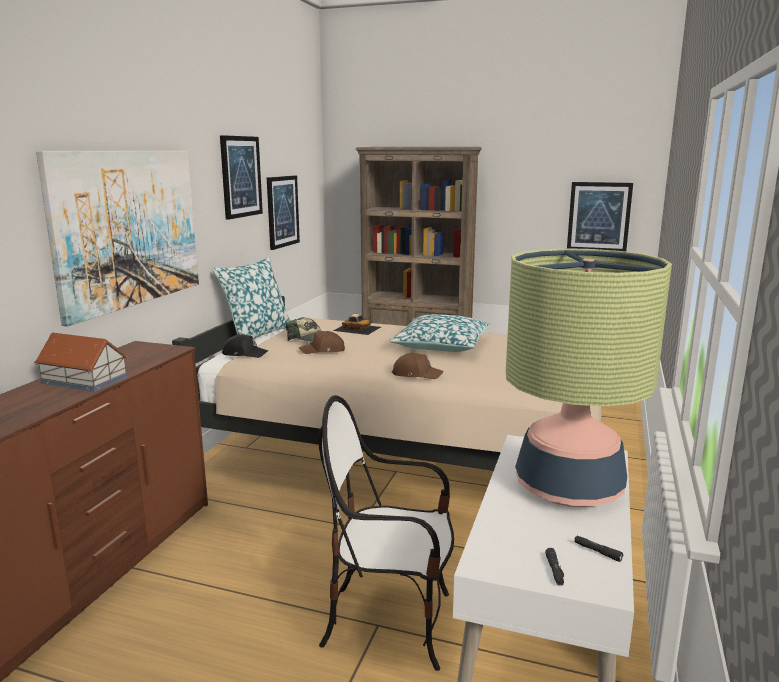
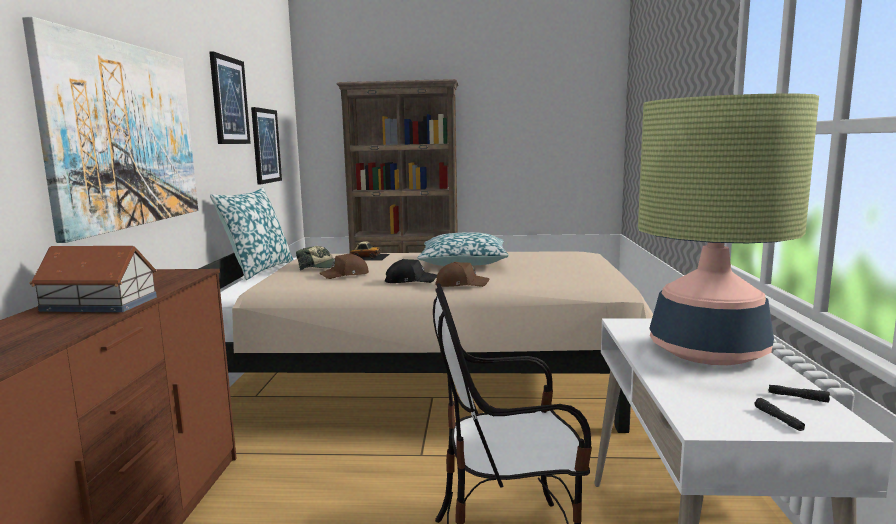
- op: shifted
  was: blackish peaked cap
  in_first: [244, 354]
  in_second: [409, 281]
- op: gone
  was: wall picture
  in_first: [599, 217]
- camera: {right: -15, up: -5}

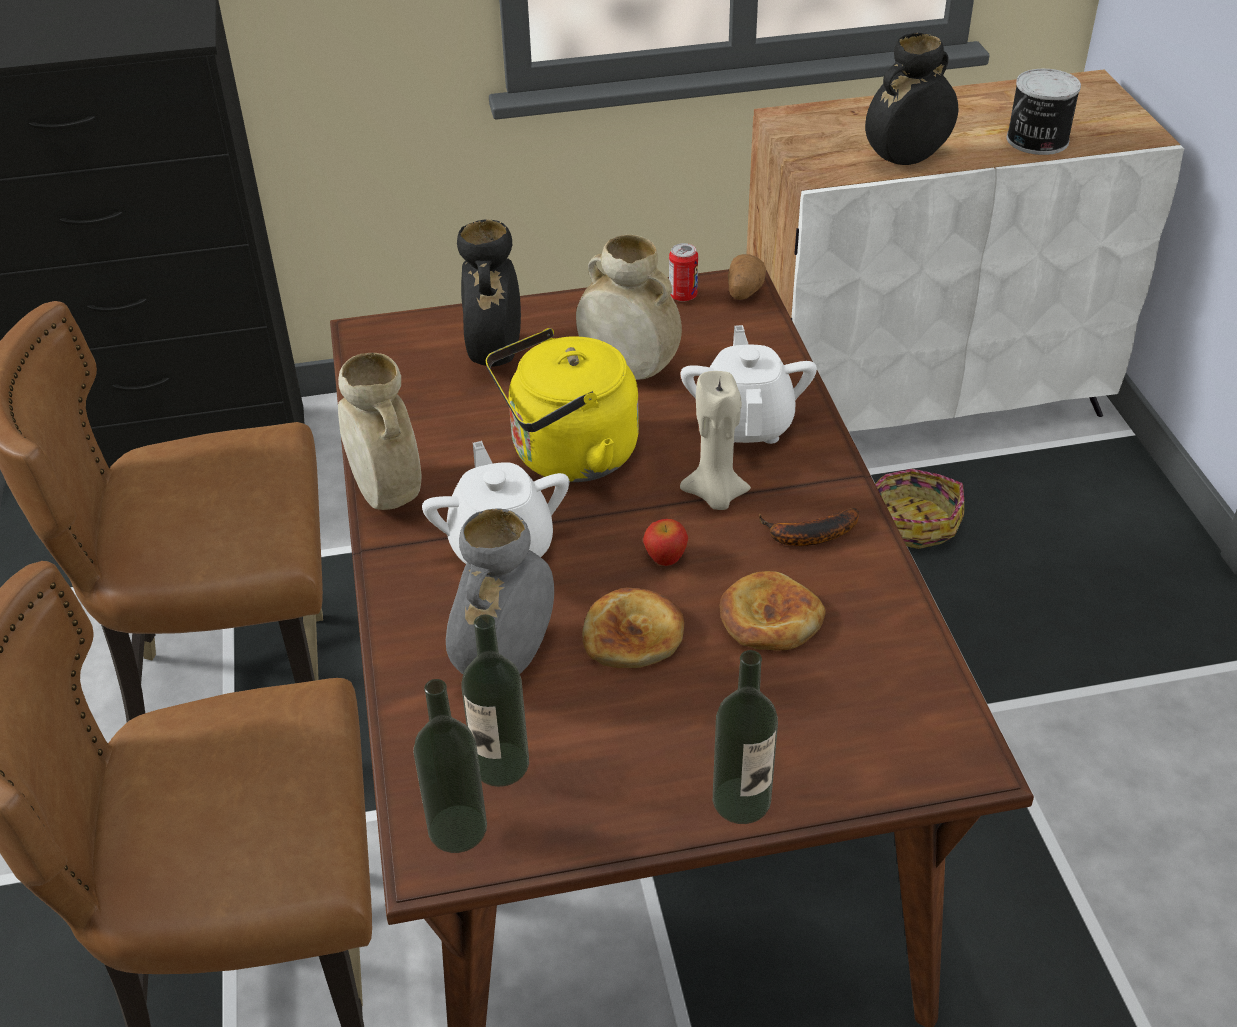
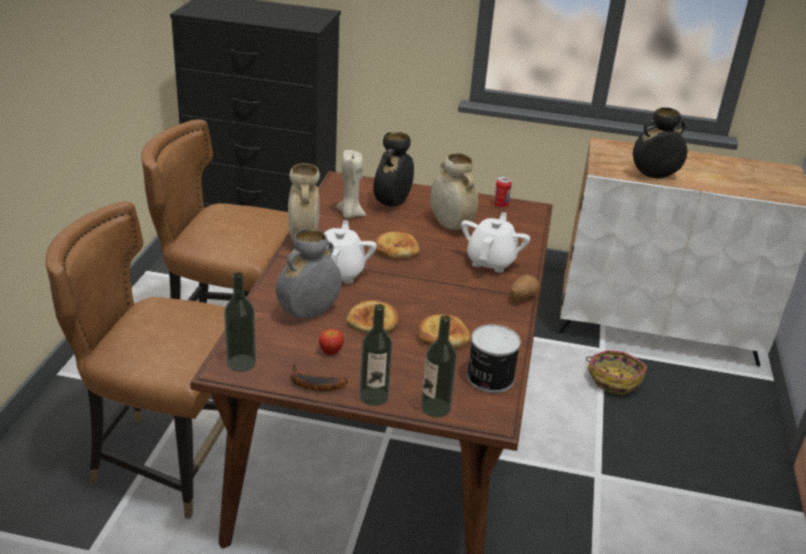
- op: shifted
  was: bottle
  in_first: [501, 764]
  in_second: [435, 407]
- op: swapped
  was: yellow tea kettle
  now: bread
  in_first: [567, 456]
  in_second: [396, 249]
- op: shifted
  was: whole apple
  in_first: [665, 557]
  in_second: [331, 351]
- op: shifted
  was: beige-coloured wax light
  in_first: [715, 496]
  in_second: [350, 214]
- op: shifted
  was: potato
  in_first: [744, 292]
  in_second: [522, 297]
- op: shifted
  was: banana
  in_first: [807, 536]
  in_second: [312, 385]
- op: shifted
  was: metal can
  in_first: [1036, 140]
  in_second: [489, 378]
- camera: {right: 20, up: -10}

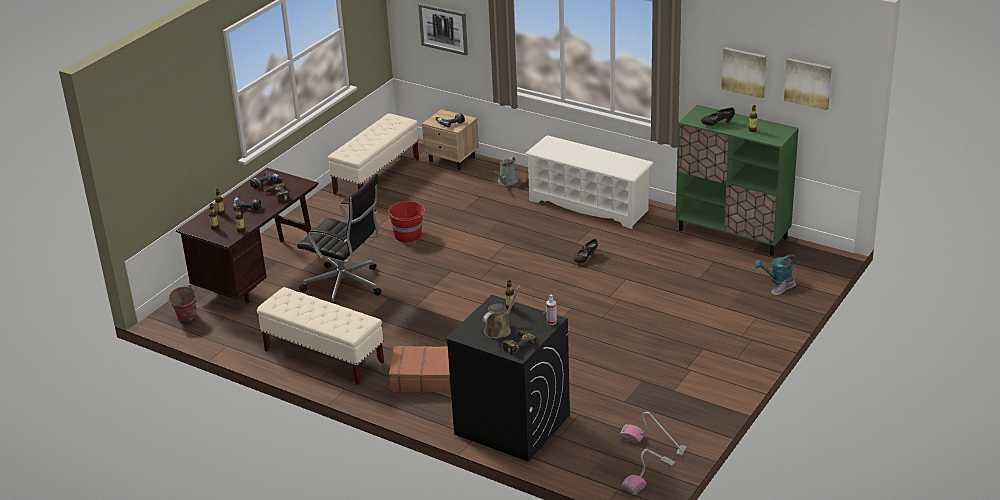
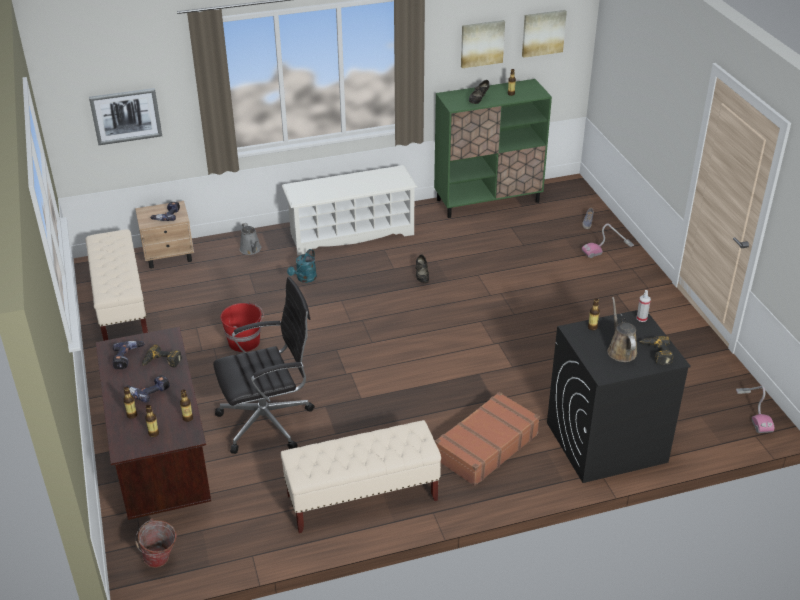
- op: shifted
  was: vacuum cleaner
  in_first: [652, 443]
  in_second: [607, 249]
- op: shifted
  was: turquoise watering can
  in_first: [777, 280]
  in_second: [304, 279]
- camera: {right: -50, up: 5}

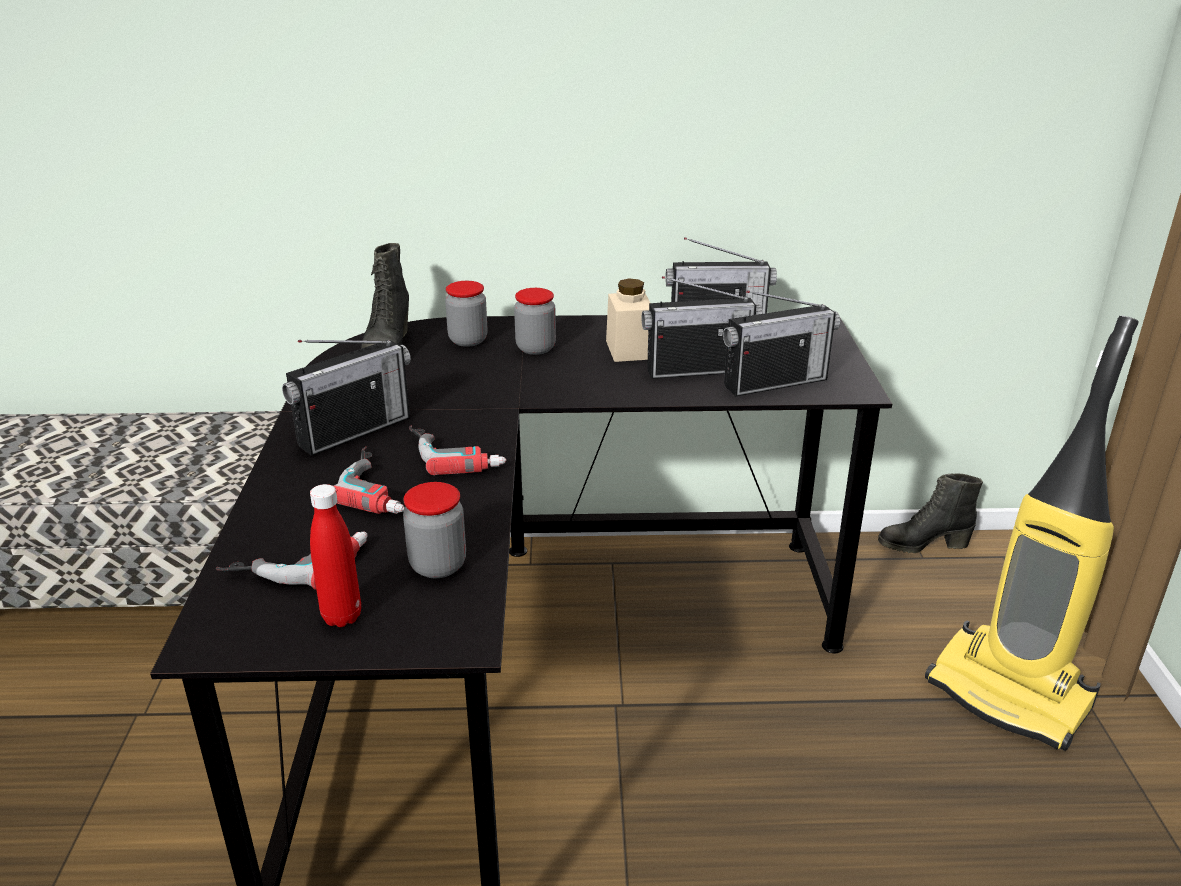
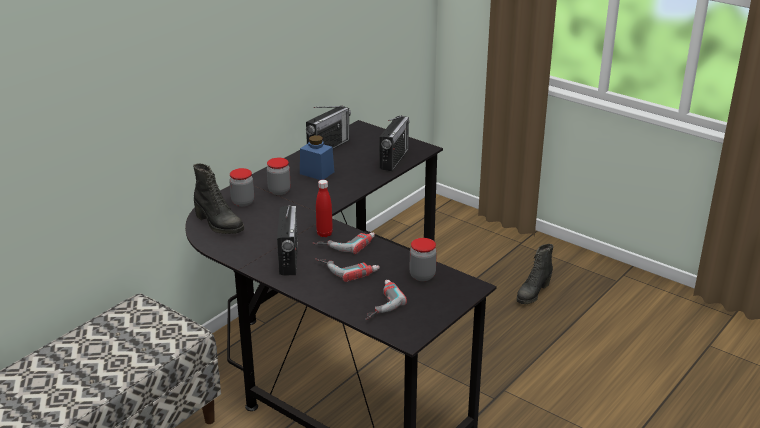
- op: shifted
  was: reddish bottle
  in_first: [342, 616]
  in_second: [324, 234]
- op: repainted
  was: beige-coloured jar
  now: bluish jar
  in_first: [629, 349]
  in_second: [317, 173]
- op: gone
  was: radio set
  in_first: [698, 370]
- op: shifted
  was: blackish boot
  in_first: [922, 544]
  in_second: [532, 293]
- op: gone
  was: vacuum cleaner
  in_first: [1010, 694]
- camera: {right: -50, up: 0}

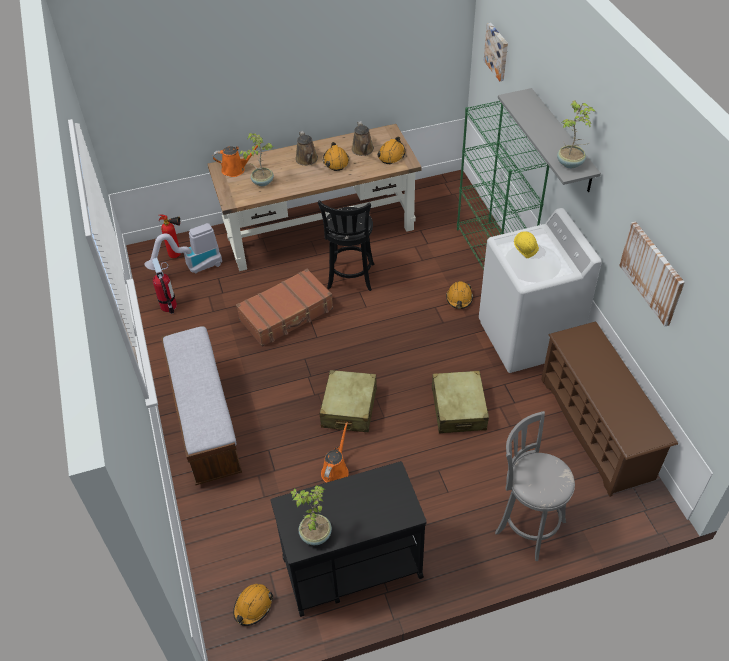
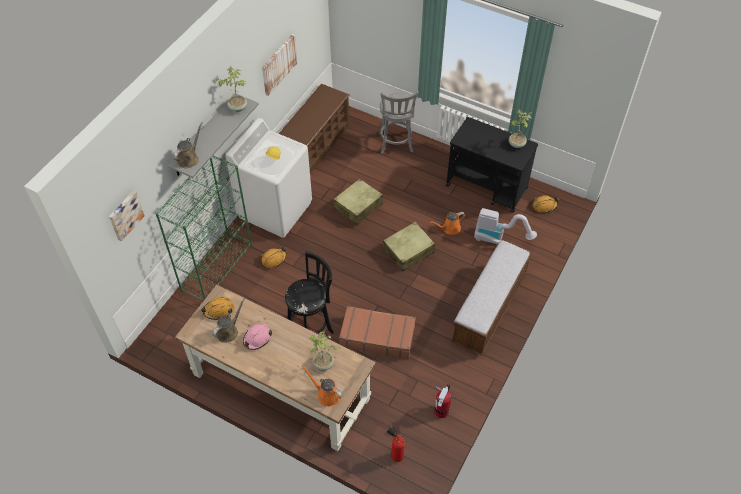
- op: shifted
  was: vacuum cleaner
  in_first: [192, 268]
  in_second: [498, 238]
- op: shifted
  was: brown watering can
  in_first: [307, 160]
  in_second: [189, 158]
- op: repainted
  was: orange-coloured hard hat
  now: pinkish hard hat
  in_first: [335, 161]
  in_second: [257, 338]
- camera: {right: -135, up: 5}

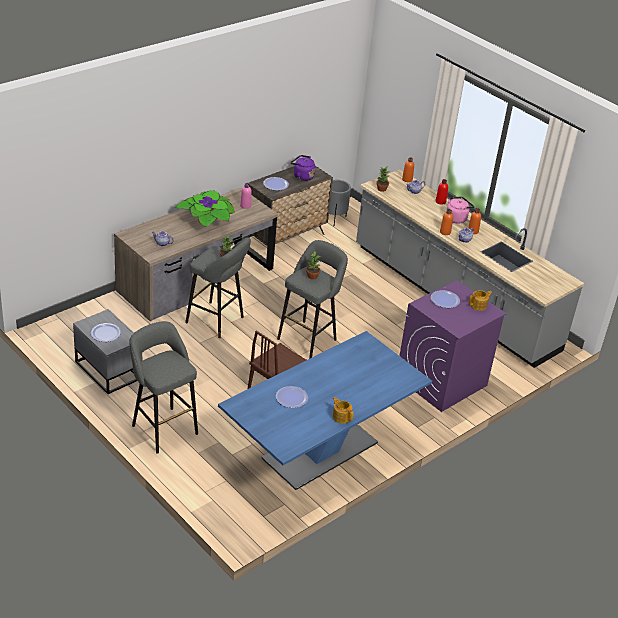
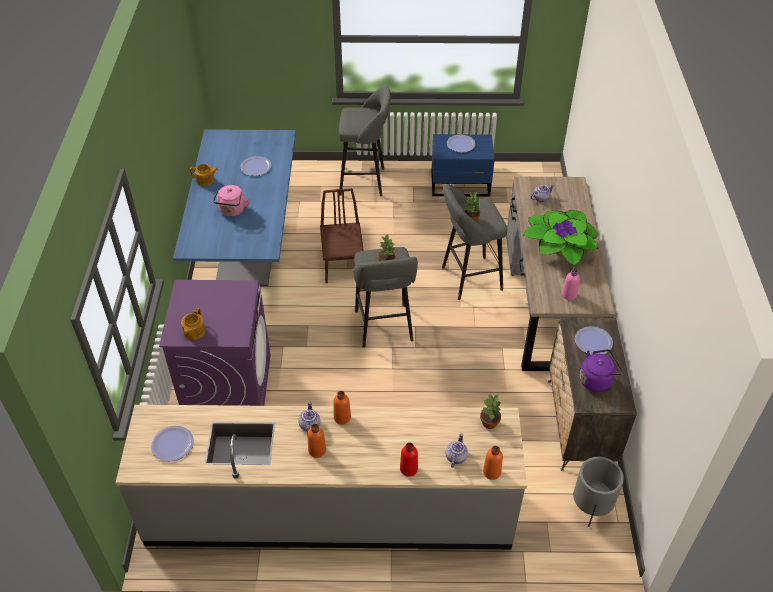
- op: repainted
  was: grey night table
  now: bluish night table
  in_first: [108, 369]
  in_second: [461, 185]
- op: shifted
  was: dinner plate
  in_first: [445, 300]
  in_second: [172, 444]
- op: shifted
  was: pinkish tea kettle
  in_first: [457, 218]
  in_second: [232, 211]
- camera: {right: 135, up: 10}

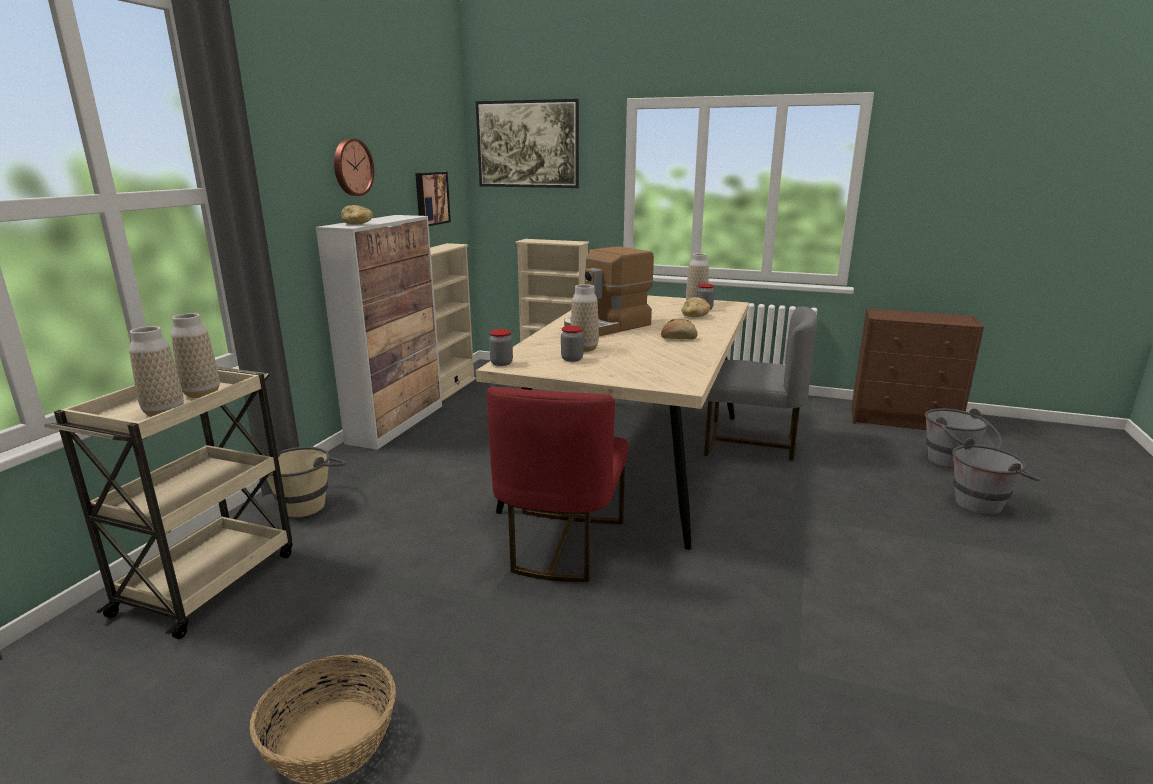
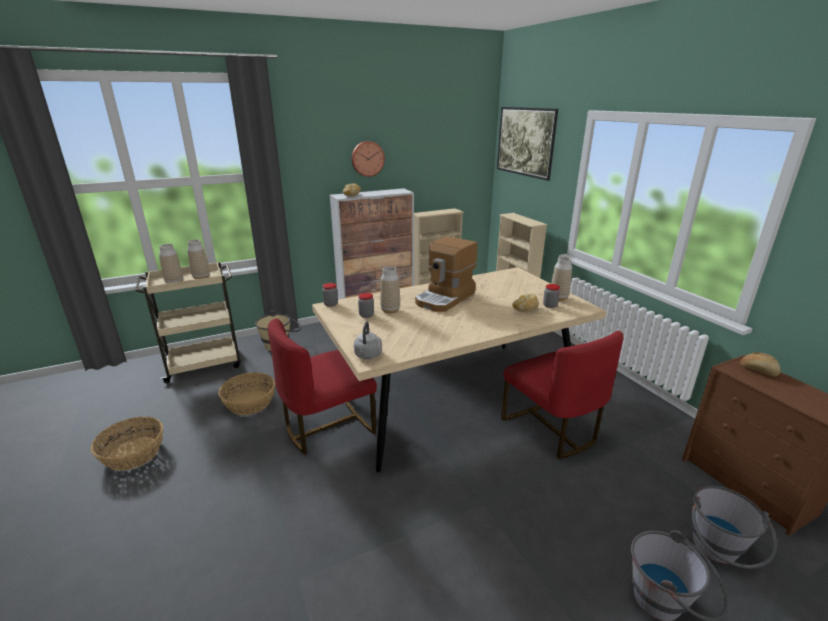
- op: gone
  was: wall picture
  in_first: [431, 198]
- op: rotated
  was: coffee brewer
  in_first: [607, 327]
  in_second: [445, 298]
  clockwise: -60
- op: shifted
  was: bread
  in_first: [678, 338]
  in_second: [758, 370]
- op: repainted
  was: grey plain chair
  now: reddish plain chair
  in_first: [751, 444]
  in_second: [551, 429]
- op: new
  now: household basket
  in_second: [250, 402]
- op: new
  now: grey tea kettle
  in_second: [368, 355]
- camera: {right: 45, up: 5}

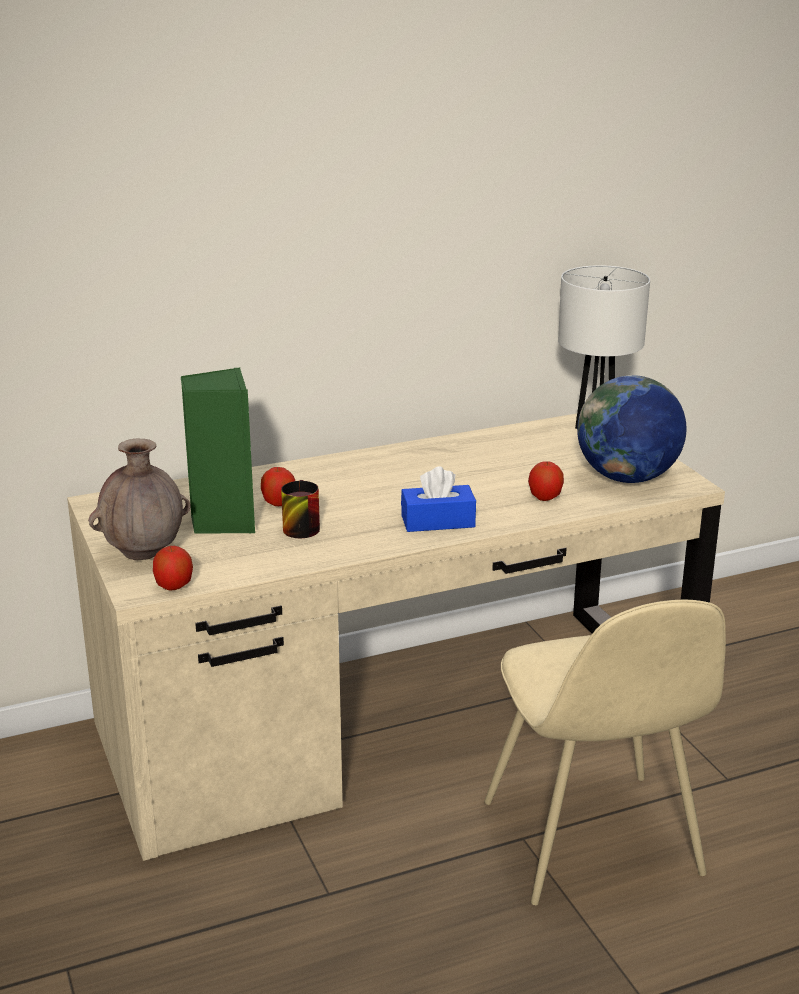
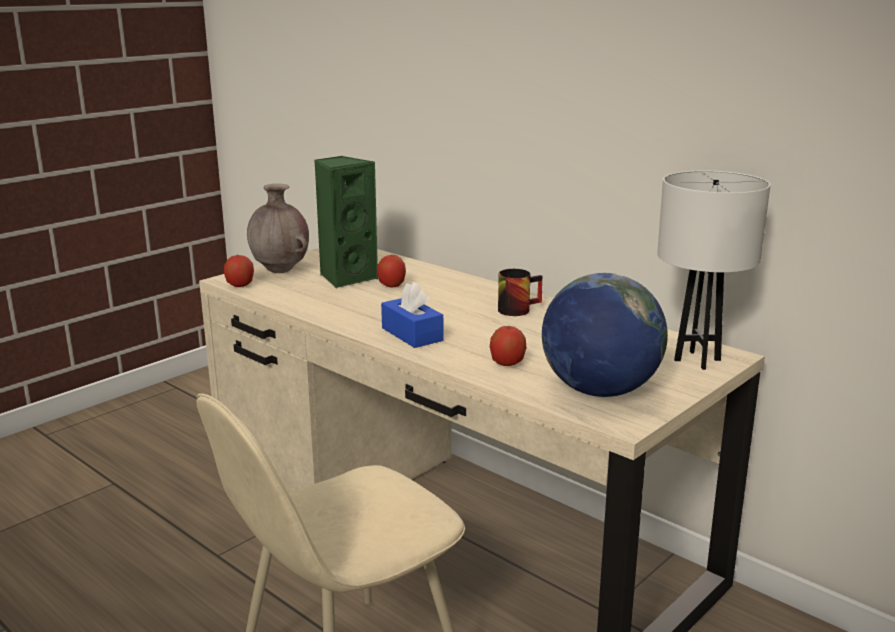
- op: shifted
  was: coffee mug
  in_first: [298, 526]
  in_second: [517, 308]
- camera: {right: 65, up: -5}

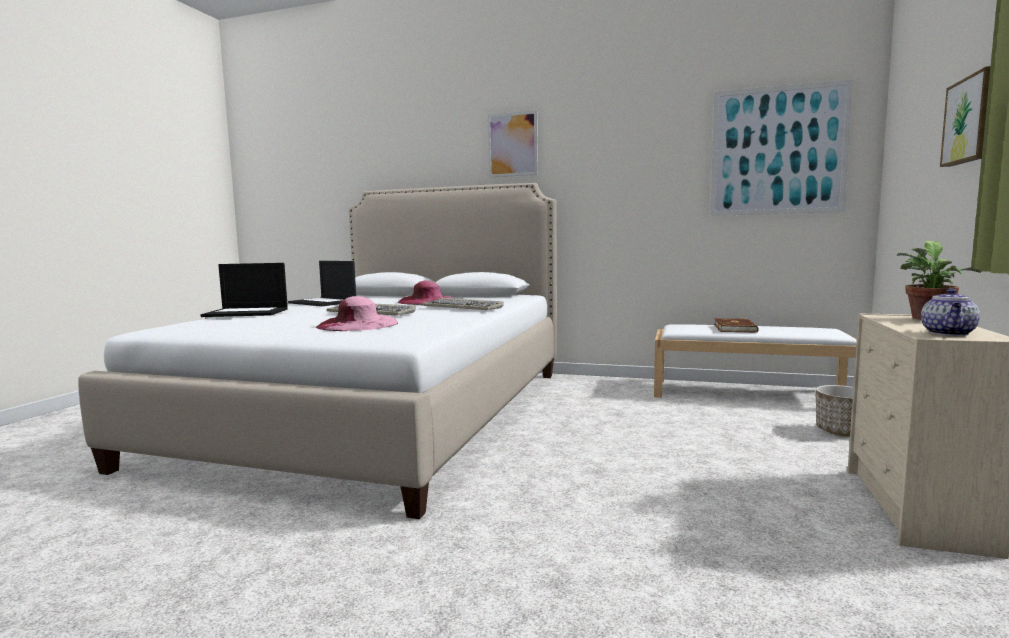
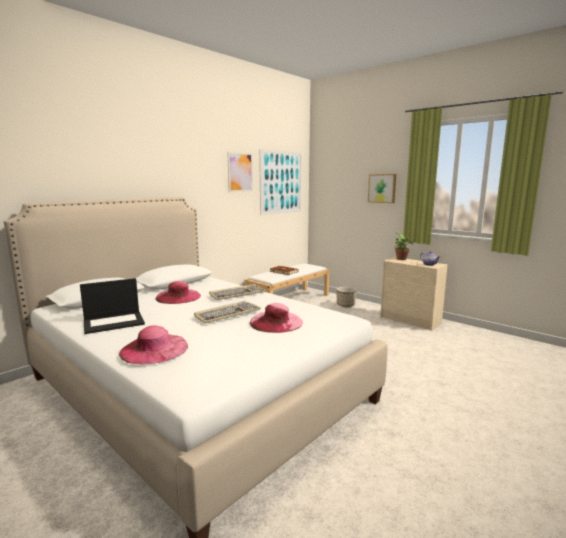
- op: swapped
  was: notebook computer
  now: pinkish hat
  in_first: [247, 312]
  in_second: [154, 349]
- op: shifted
  was: wall picture
  in_first: [512, 144]
  in_second: [240, 172]
- camera: {right: -65, up: 5}

